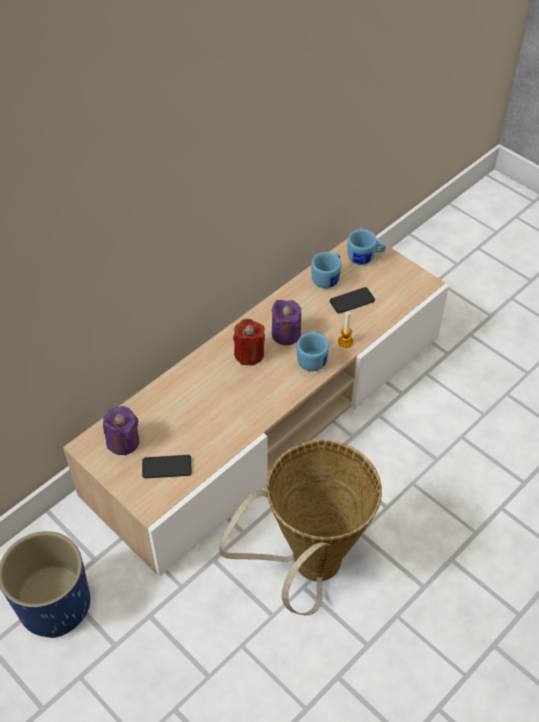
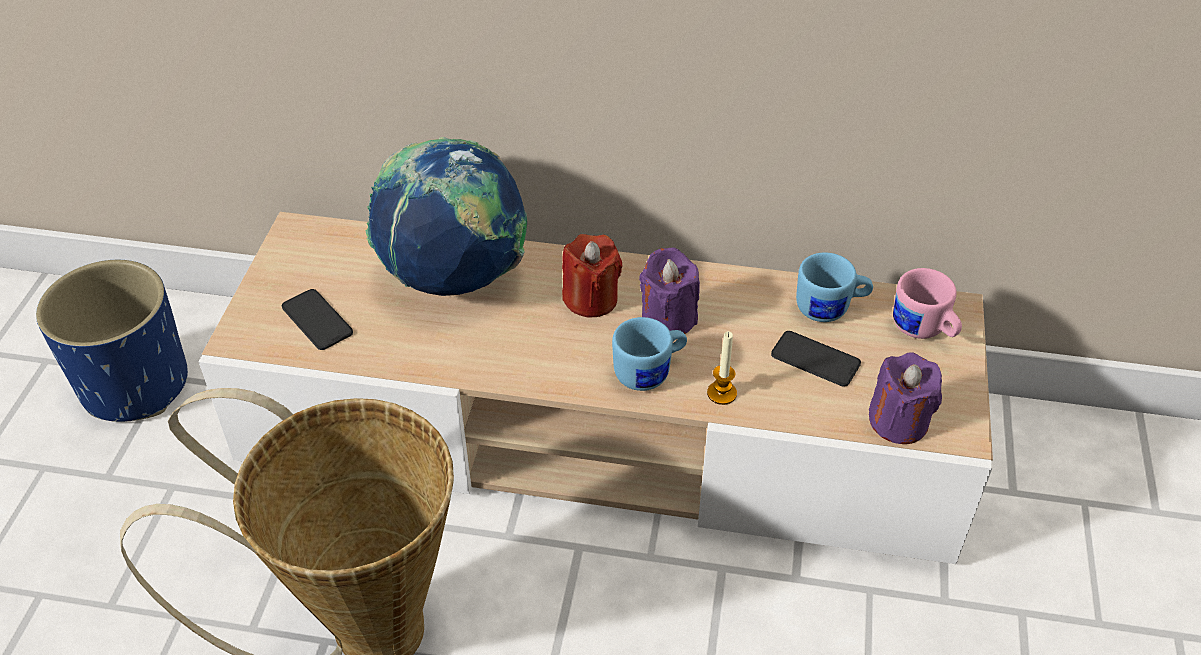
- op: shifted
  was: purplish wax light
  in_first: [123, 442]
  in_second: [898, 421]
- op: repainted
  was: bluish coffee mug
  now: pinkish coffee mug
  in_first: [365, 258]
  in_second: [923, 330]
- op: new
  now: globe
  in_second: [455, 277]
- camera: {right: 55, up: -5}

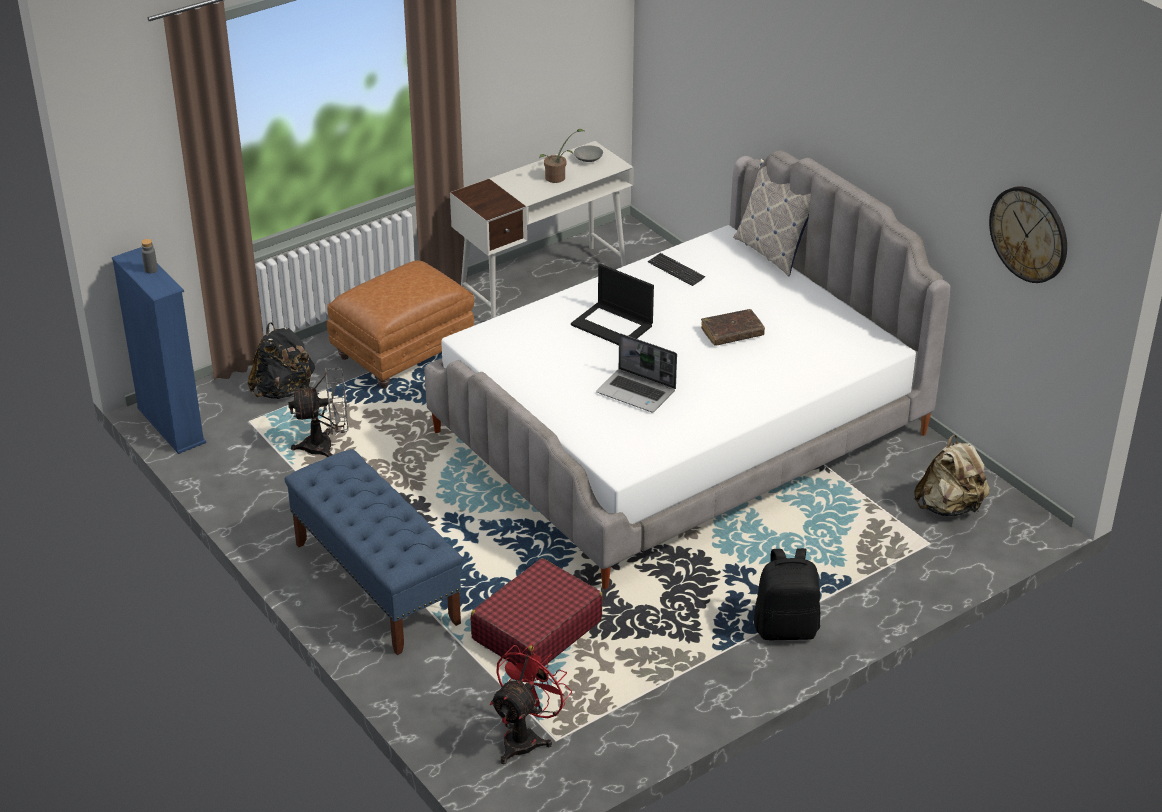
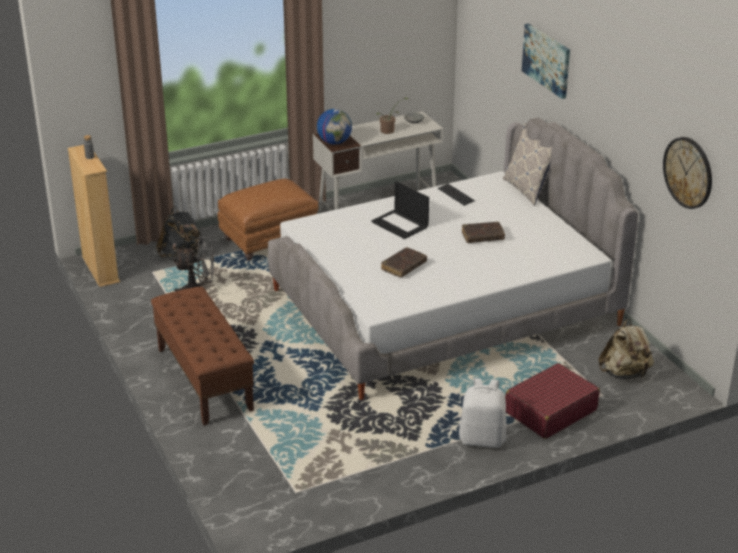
- op: repainted
  was: bluish bookcase
  now: beige-coloured bookcase
  in_first: [171, 425]
  in_second: [100, 269]
- op: repainted
  was: bluish indoor bench
  now: brown indoor bench
  in_first: [376, 583]
  in_second: [204, 379]
- op: shifted
  was: reddish travel case
  in_first: [536, 630]
  in_second: [550, 411]
- op: gone
  was: reddish electric fan
  in_first: [526, 737]
- op: swapped
  was: notebook computer
  now: brown book
  in_first: [637, 392]
  in_second: [403, 266]
- op: repainted
  was: blackish backpack
  now: white backpack
  in_first: [786, 628]
  in_second: [482, 439]
- op: new
  now: globe
  in_second: [334, 142]
- op: new
  now: wall picture
  in_second: [547, 60]
- camera: {right: 10, up: -5}

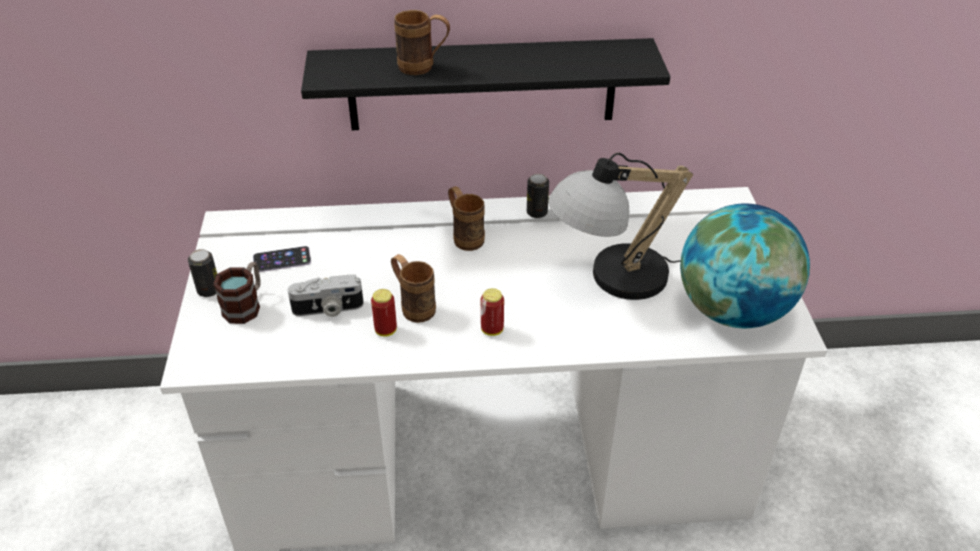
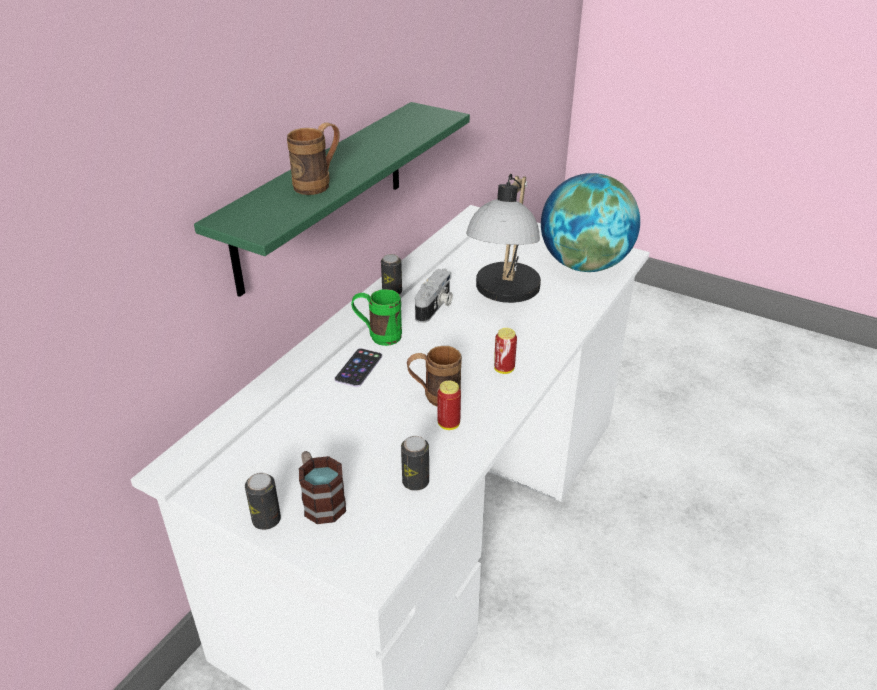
- op: shifted
  was: handset
  in_first: [282, 259]
  in_second: [358, 368]
- op: shifted
  was: photo camera
  in_first: [328, 309]
  in_second: [435, 307]
- op: repainted
  was: blackish bracket shelf
  now: green bracket shelf
  in_first: [482, 85]
  in_second: [322, 195]
- op: repainted
  was: brown coffee mug
  now: green coffee mug
  in_first: [465, 236]
  in_second: [378, 336]
- op: new
  now: metal can
  in_second: [415, 482]
- camera: {right: -55, up: -5}

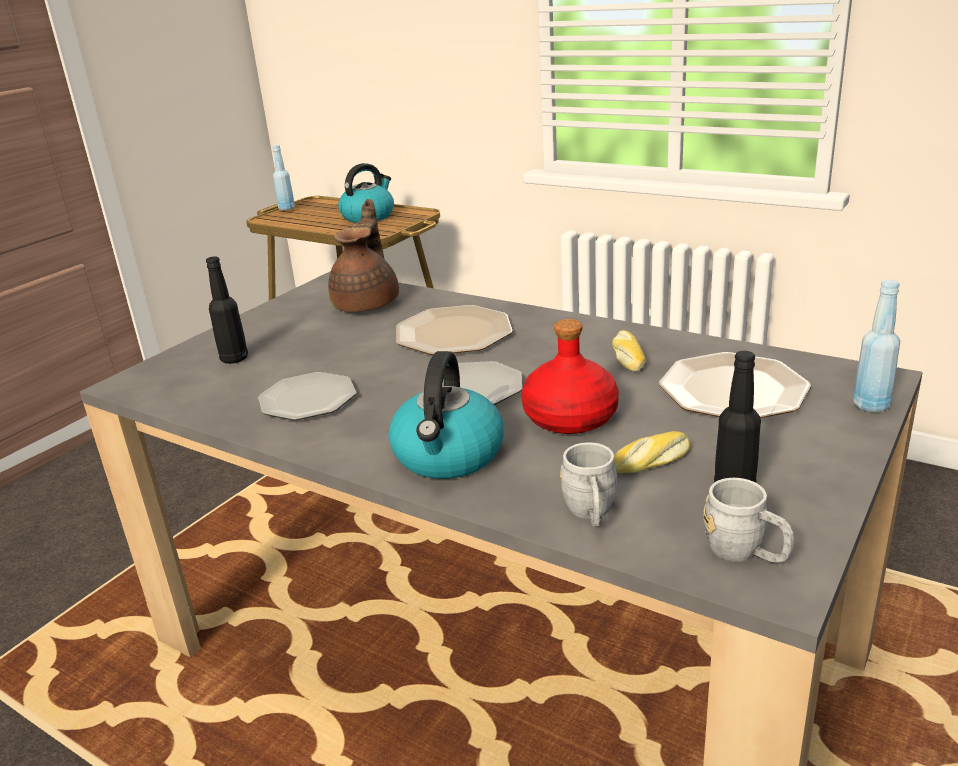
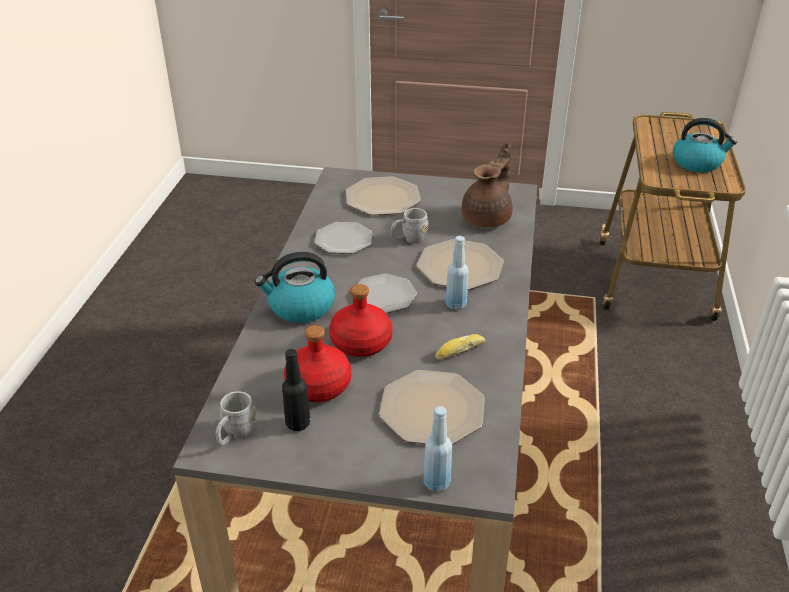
- op: swapped
  was: blackish bottle
  now: dinner plate
  in_first: [234, 359]
  in_second: [382, 198]
- op: shifted
  was: bluish bottle
  in_first: [286, 208]
  in_second: [456, 304]
- op: rotated
  was: brown tea pot
  in_first: [368, 303]
  in_second: [488, 218]
  clockwise: -45
- op: shifted
  was: grey coffee mug
  in_first: [590, 514]
  in_second: [409, 239]
- op: swapped
  was: bread
  now: reddish bottle
  in_first: [652, 462]
  in_second: [319, 385]
- camera: {right: 65, up: 10}

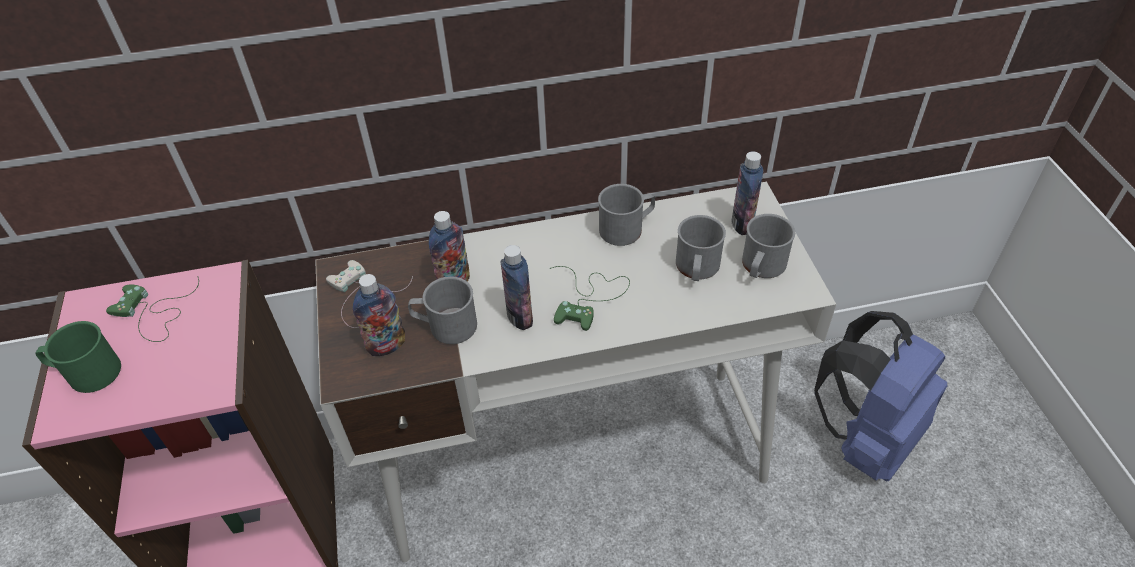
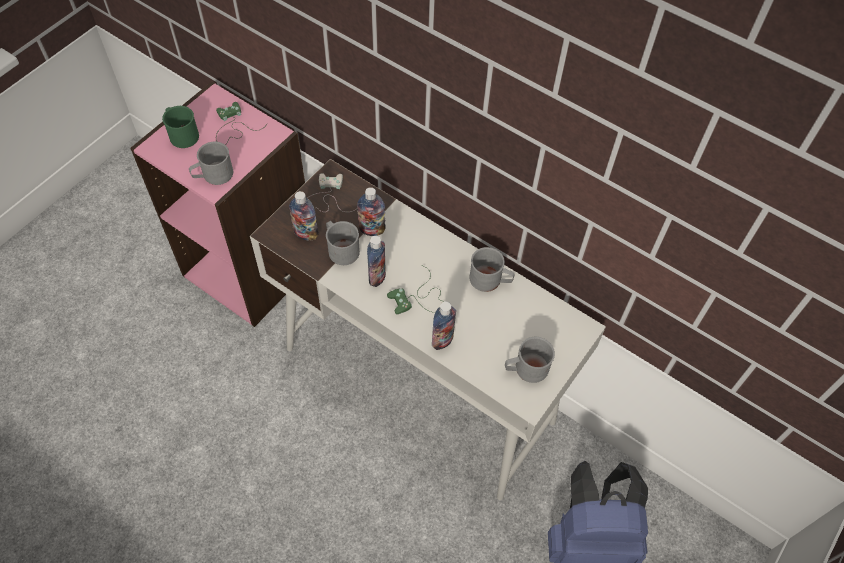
- op: shifted
  was: grey coffee mug
  in_first: [696, 269]
  in_second: [213, 175]
- op: shifted
  was: bottle
  in_first: [742, 224]
  in_second: [442, 340]
- camera: {right: 45, up: 10}

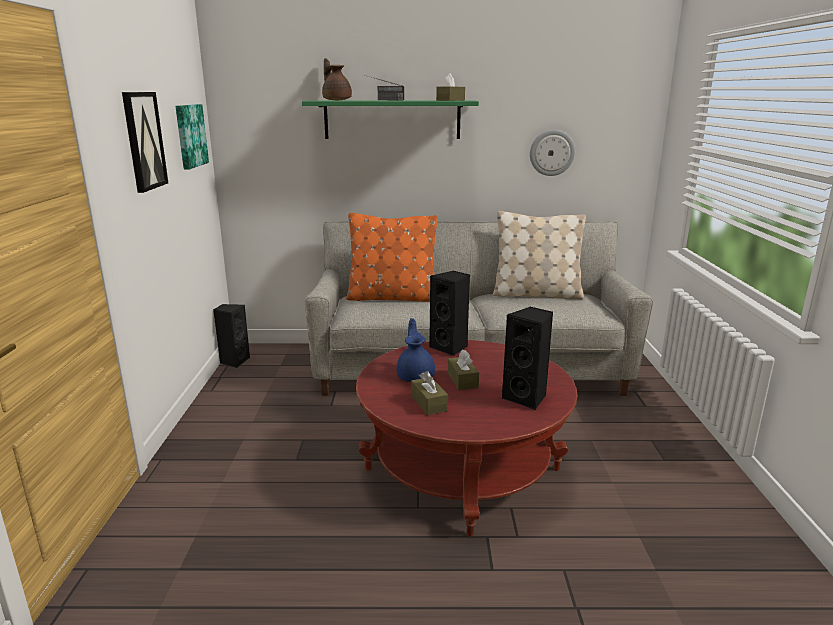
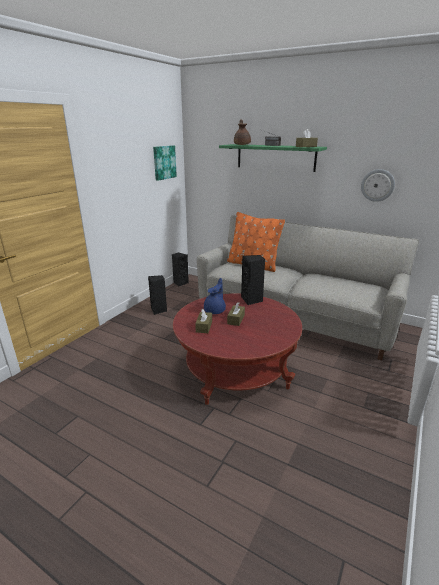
- op: gone
  was: wall picture
  in_first: [144, 141]
- op: gone
  was: beige-coloured throw pillow
  in_first: [536, 294]
- op: shifted
  was: blackish loudspeaker
  in_first: [526, 398]
  in_second: [159, 310]
- camera: {right: 30, up: 5}

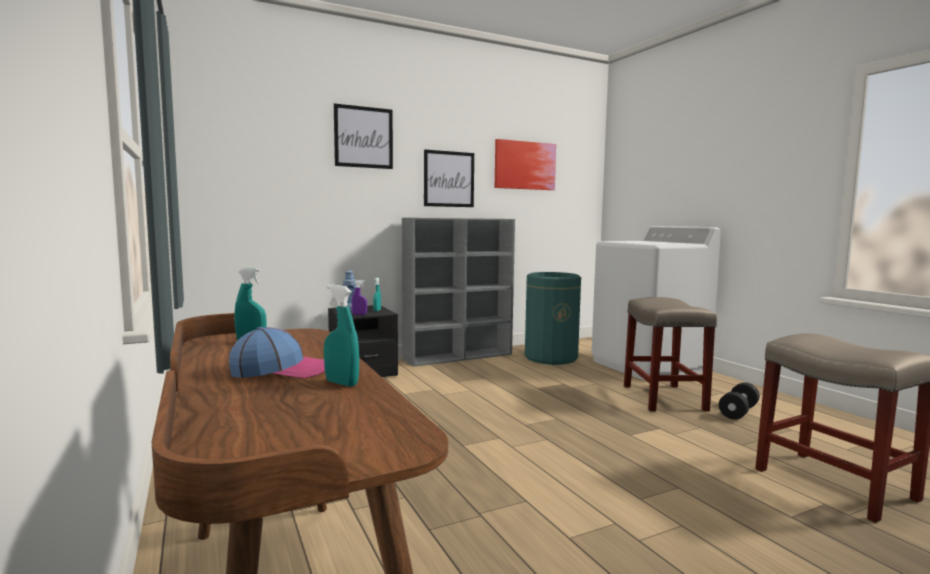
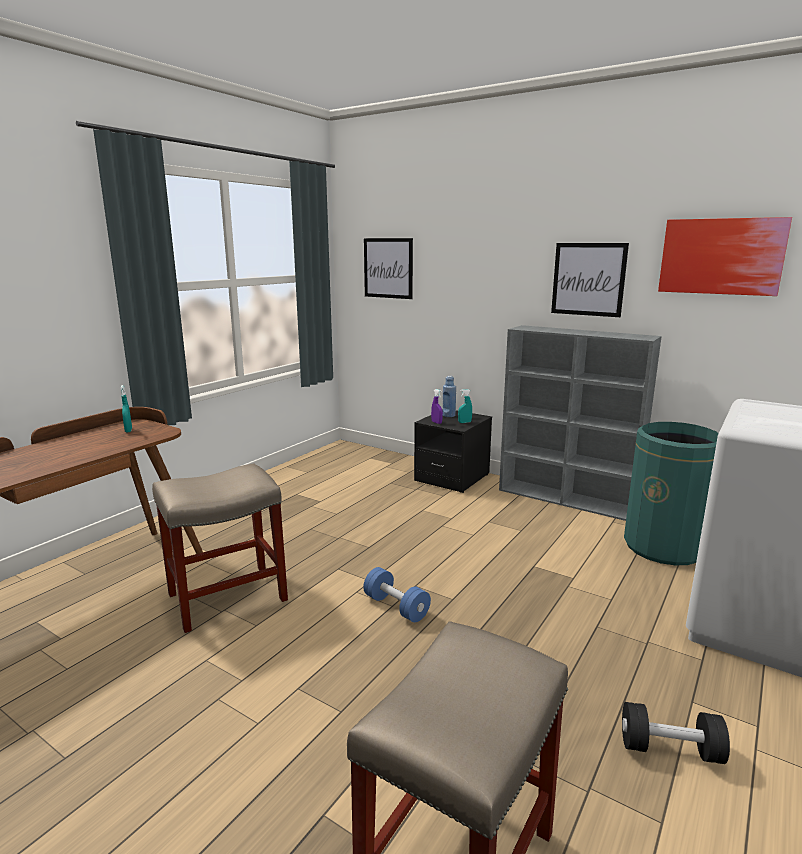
- op: gone
  was: peaked cap
  in_first: [281, 370]
- op: gone
  was: turquoise hand sprayer
  in_first: [341, 383]
- op: shifted
  was: wall picture
  in_first: [363, 137]
  in_second: [388, 268]
- op: shifted
  was: beige-coloured sitting stool
  in_first: [664, 398]
  in_second: [226, 598]
- op: new
  now: bluish free weight
  in_second: [396, 607]
- camera: {right: 60, up: 10}

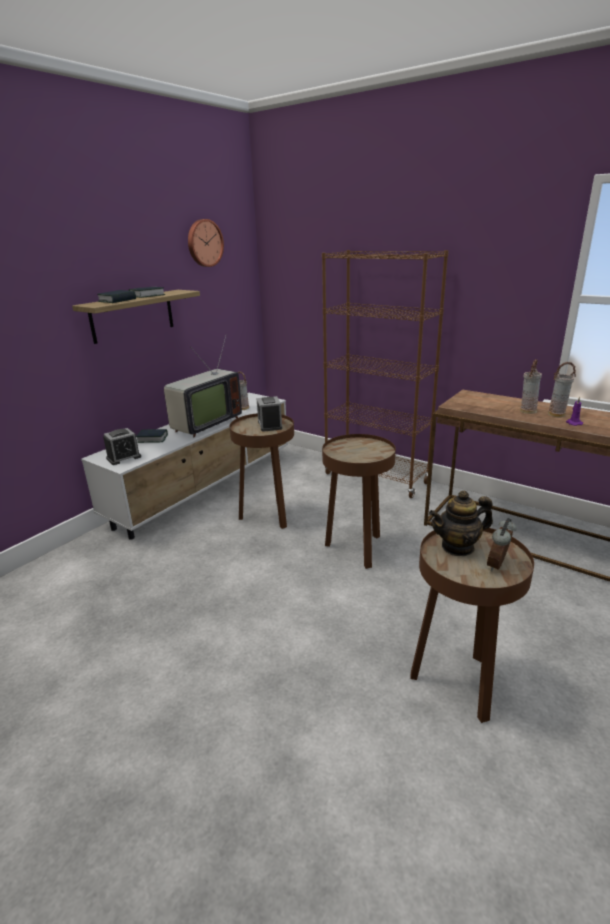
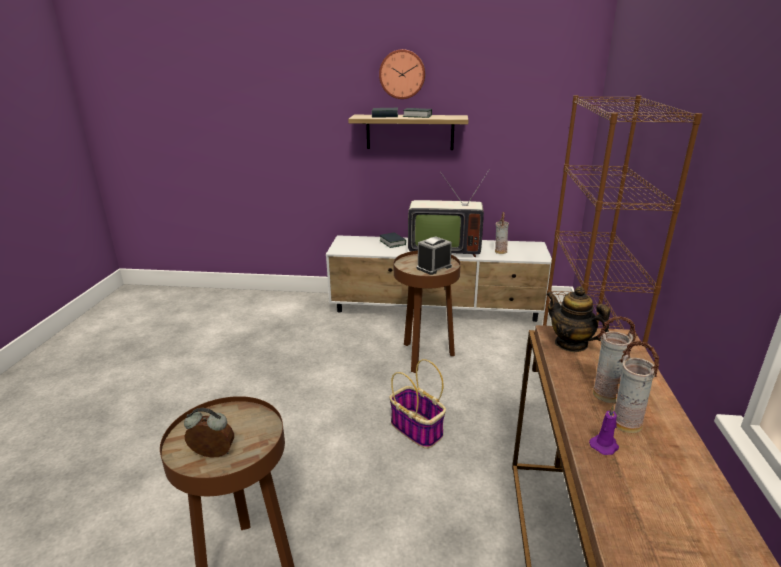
- op: gone
  was: table clock
  in_first: [124, 458]
- op: shifted
  was: hanging clock
  in_first: [204, 243]
  in_second: [402, 74]
- op: swapped
  was: brown accent table
  now: household basket
  in_first: [357, 549]
  in_second: [417, 429]
- op: shifted
  was: tea pot
  in_first: [458, 547]
  in_second: [571, 344]
- camera: {right: 60, up: 0}

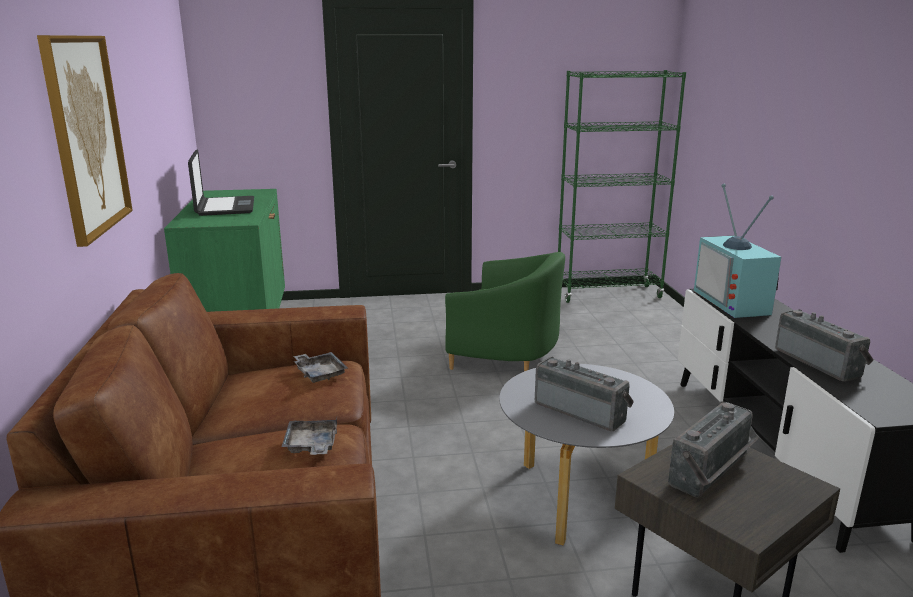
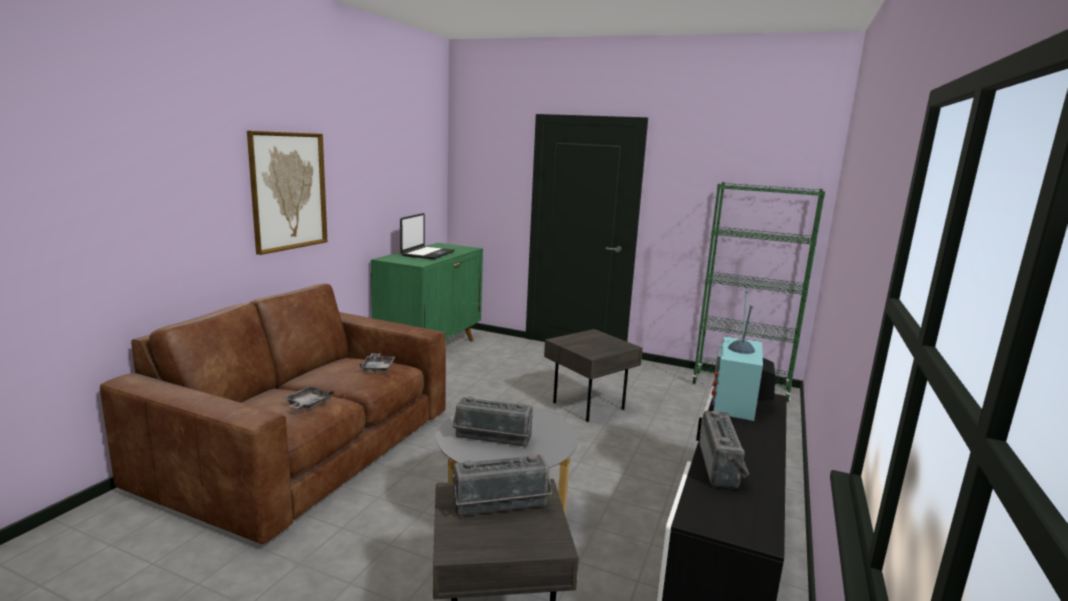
- op: swapped
  was: green lounge chair
  now: grey accent table
  in_first: [505, 355]
  in_second: [588, 407]
- op: rotated
  was: radio set
  in_first: [582, 411]
  in_second: [492, 440]
  clockwise: 120
- camera: {right: 30, up: -5}

